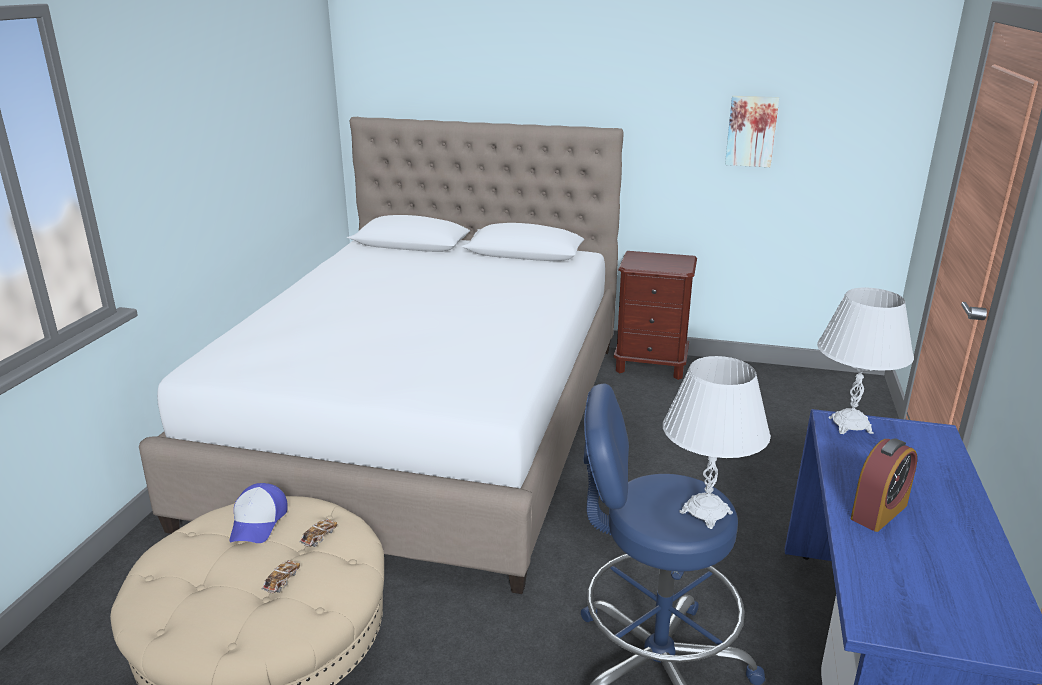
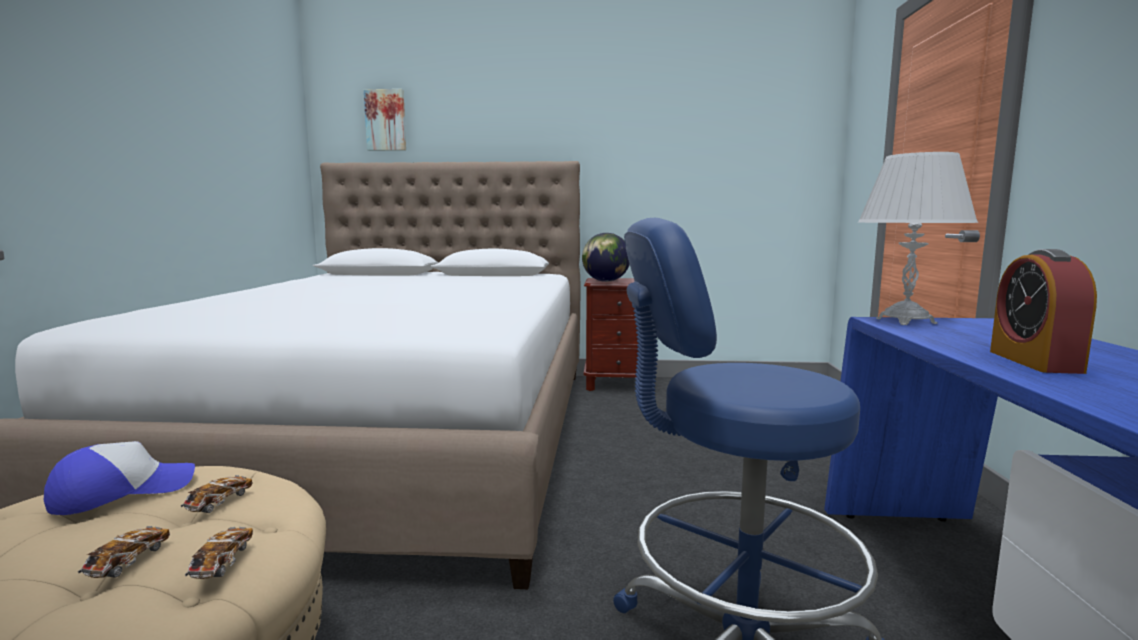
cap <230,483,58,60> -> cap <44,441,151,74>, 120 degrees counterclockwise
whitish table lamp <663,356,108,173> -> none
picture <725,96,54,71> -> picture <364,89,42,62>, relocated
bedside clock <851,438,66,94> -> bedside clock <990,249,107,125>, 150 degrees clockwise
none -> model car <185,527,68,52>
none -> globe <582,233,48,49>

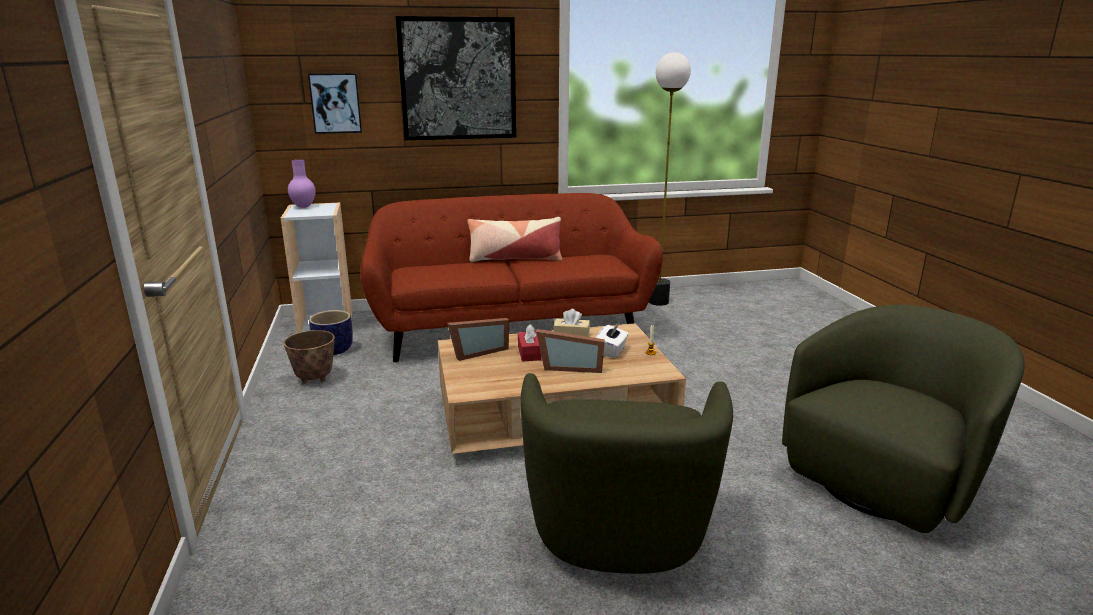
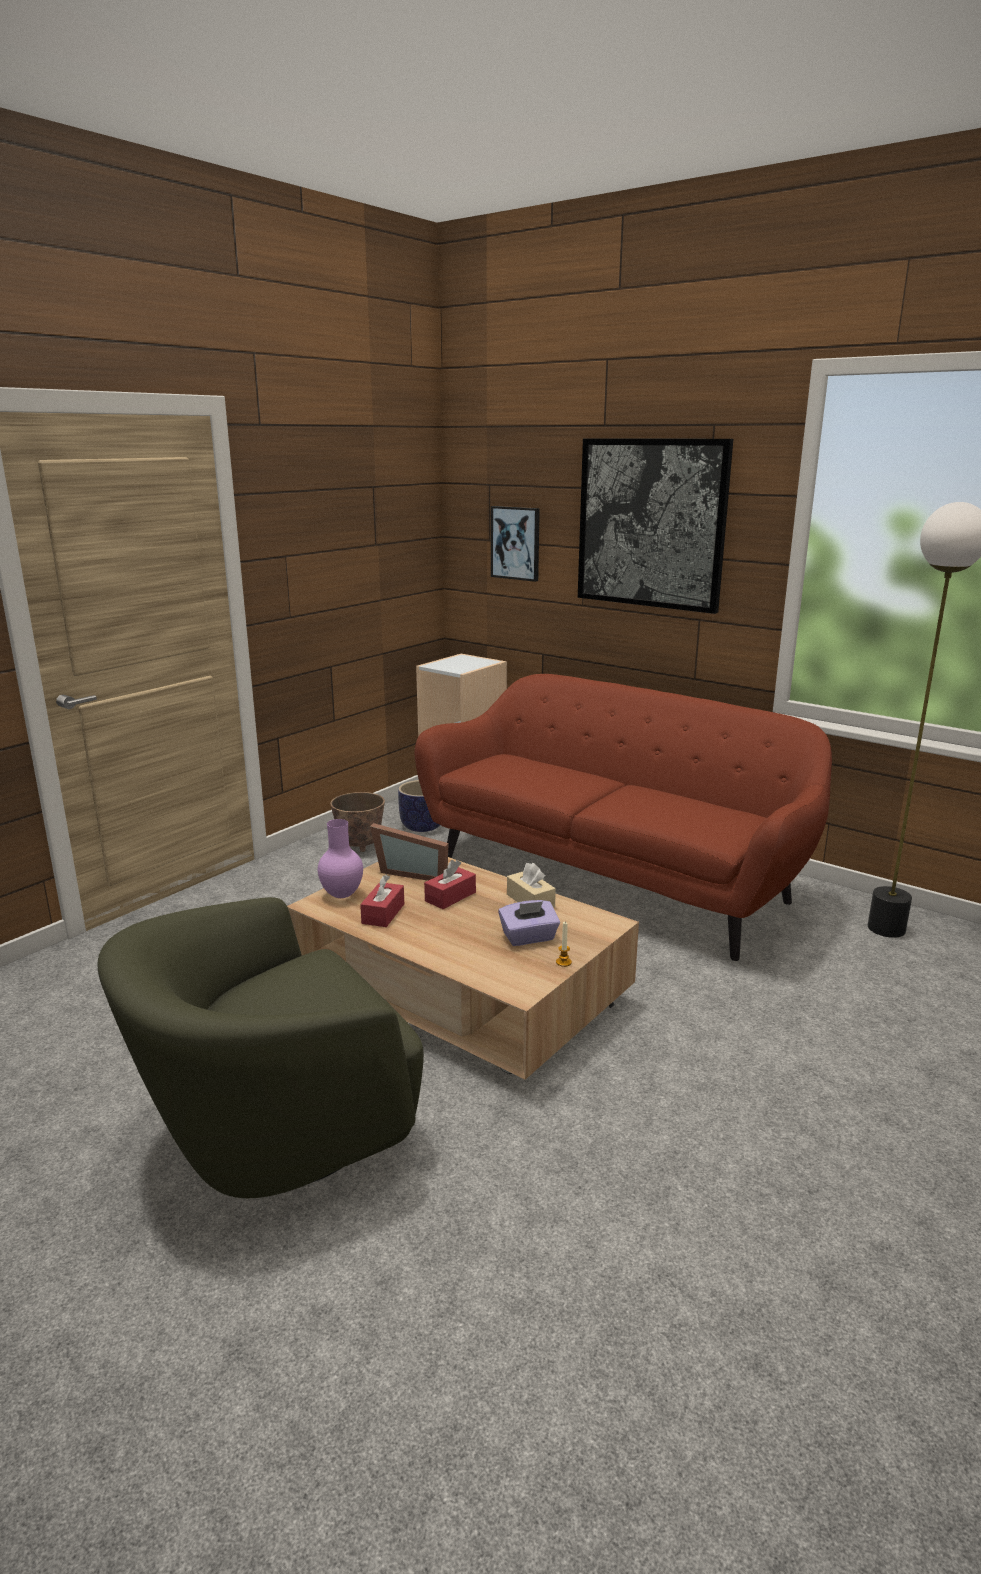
purple-coloured vase <288,160,28,48> -> purple-coloured vase <318,819,45,79>, relocated
cushion <467,217,95,45> -> none
picture frame <536,329,69,44> -> none
whitish tissue box <596,322,33,36> -> purple-coloured tissue box <498,900,62,46>
greenish lounge chair <782,305,243,228> -> none
none -> red tissue box <360,875,44,52>

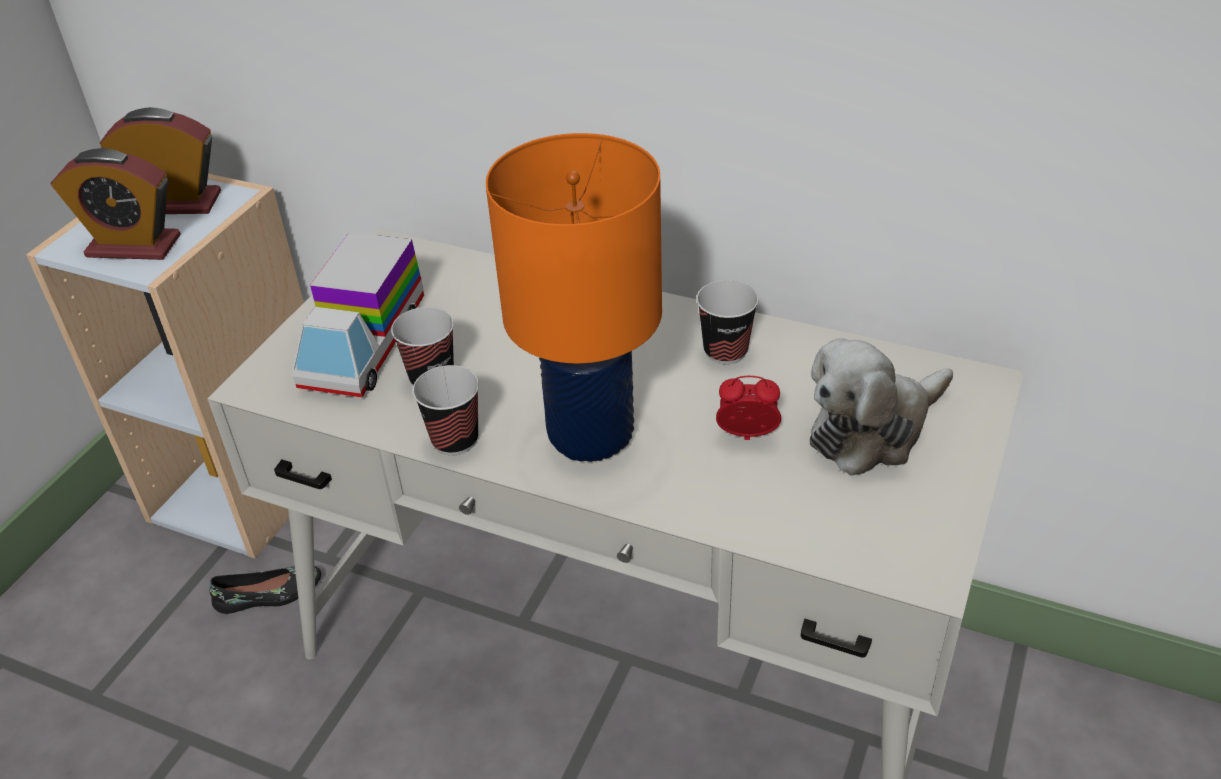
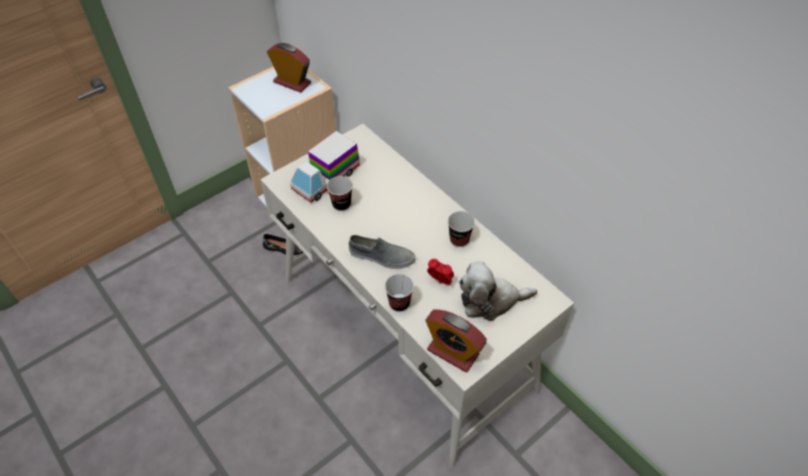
bedside clock <51,148,130,112> -> bedside clock <425,310,62,62>, relocated
cup <412,365,67,90> -> cup <385,274,29,38>, relocated
orange table lamp <486,133,176,329> -> grey low shoe <349,235,66,34>

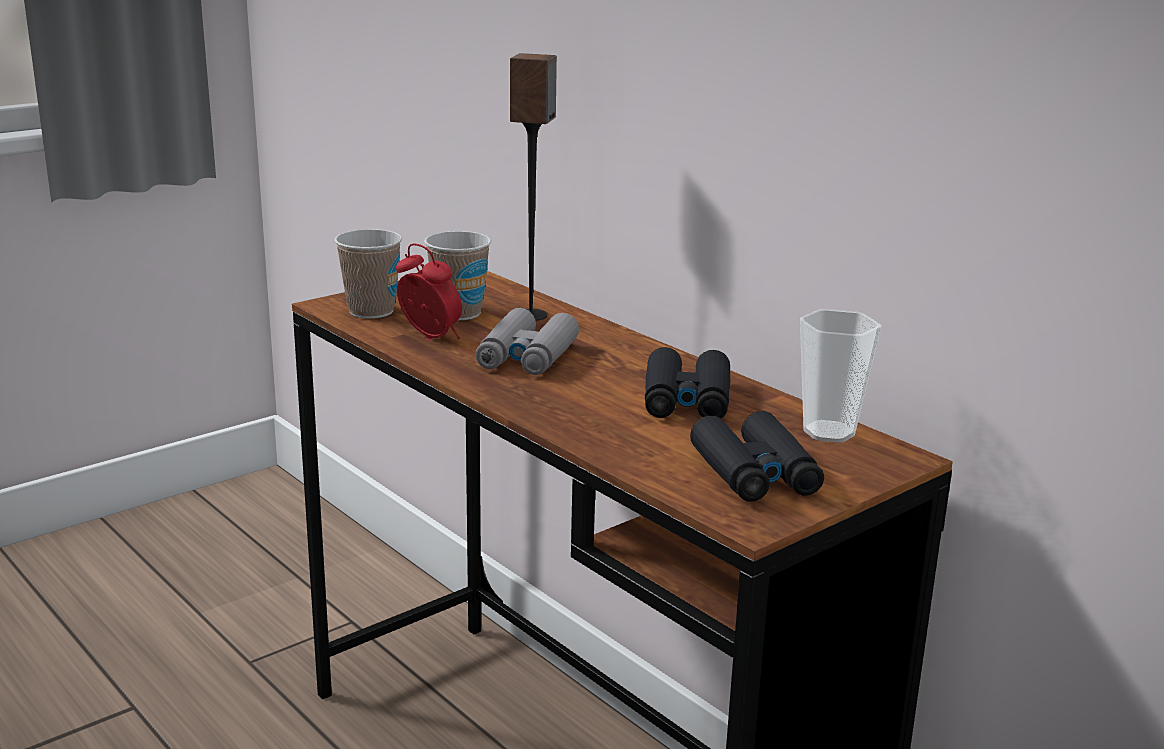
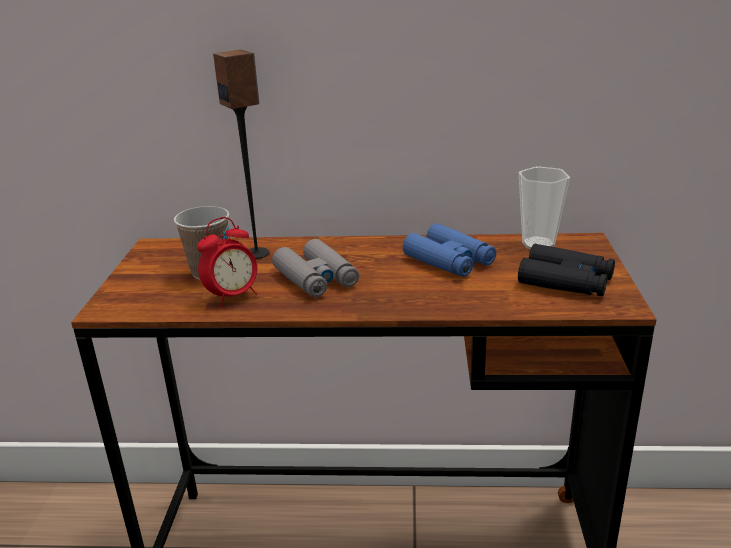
cup <335,229,67,90> -> none
bedside clock <396,244,66,97> -> bedside clock <197,217,60,90>, 150 degrees clockwise
blackish field glasses <645,347,85,71> -> blue-coloured field glasses <403,223,93,54>

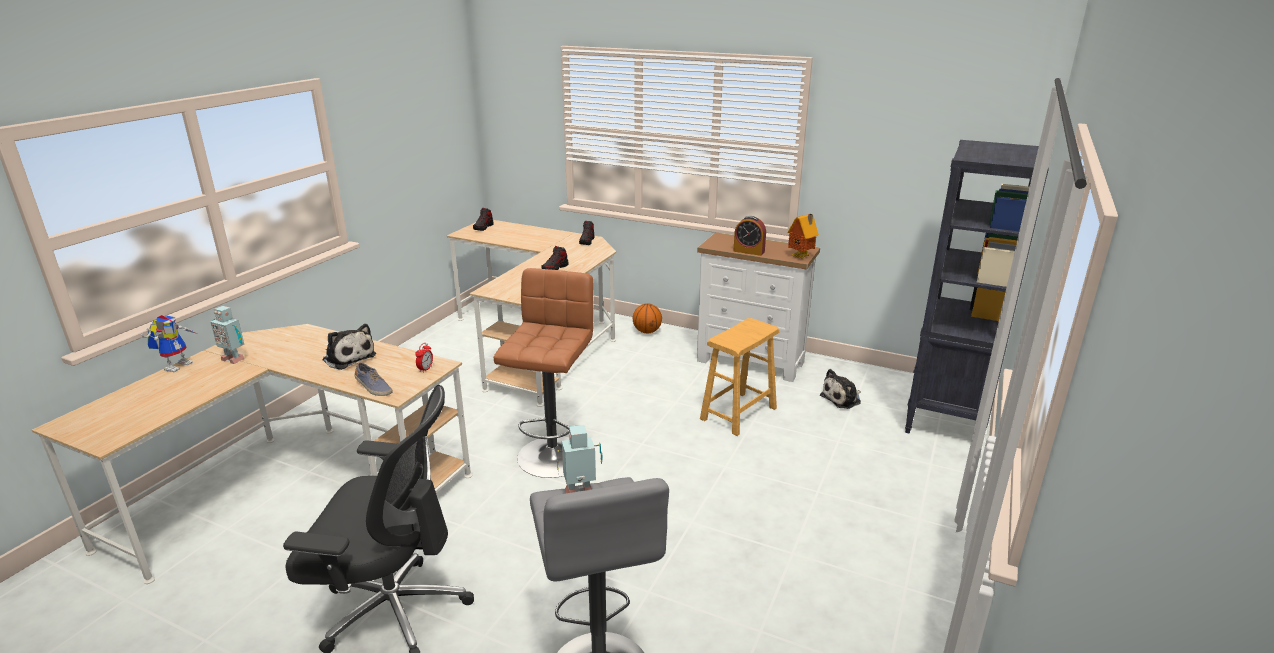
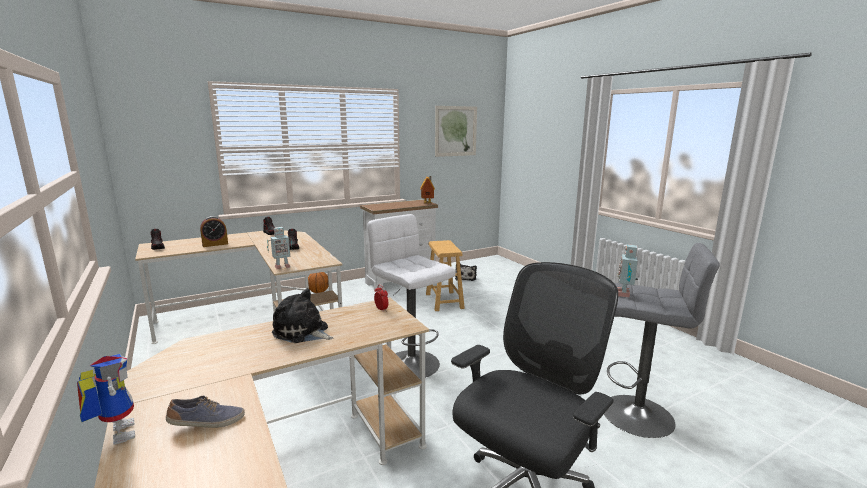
model robot <211,306,34,58> -> model robot <267,227,25,42>, relocated
soft toy <322,324,54,46> -> soft toy <272,289,61,54>, 135 degrees counterclockwise
low shoe <354,362,38,34> -> low shoe <166,396,79,32>, relocated
brown sitting stool <494,268,100,210> -> whitish sitting stool <367,214,89,165>
bedside clock <733,216,33,40> -> bedside clock <200,216,28,31>, relocated
blackish bookcase <905,140,144,294> -> none
none -> picture <435,106,42,51>

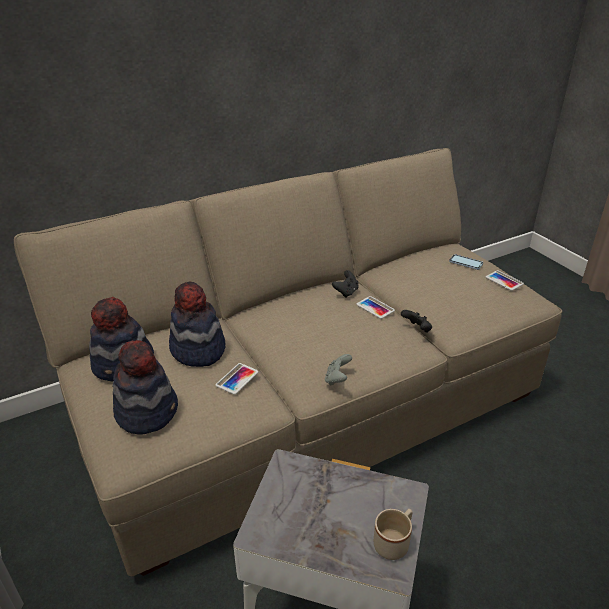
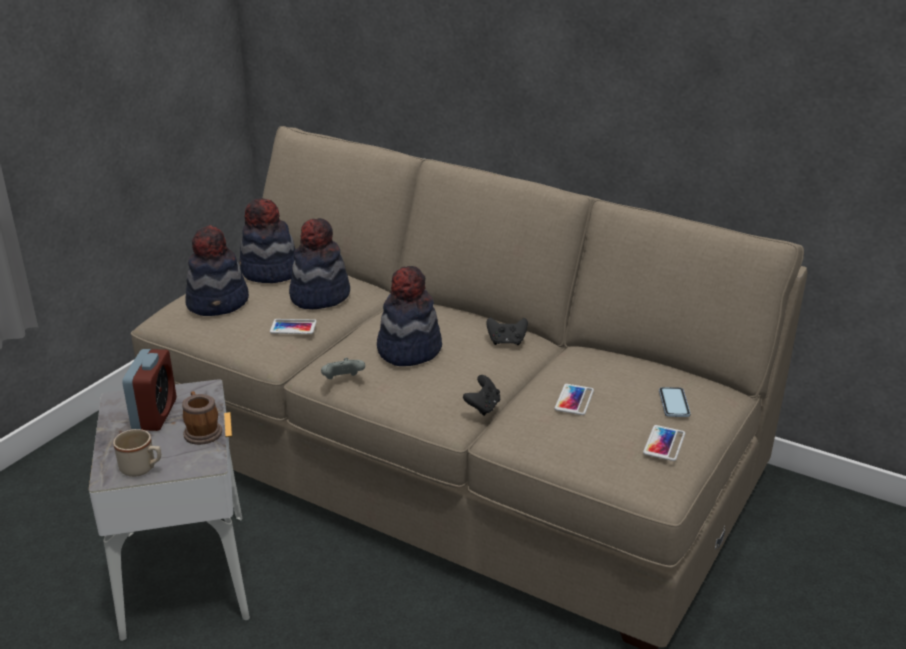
handset <356,296,39,23> -> handset <555,384,39,31>, relocated
none -> bedside clock <122,349,55,82>
none -> mug <182,391,40,54>
none -> wearable hat <377,266,65,100>

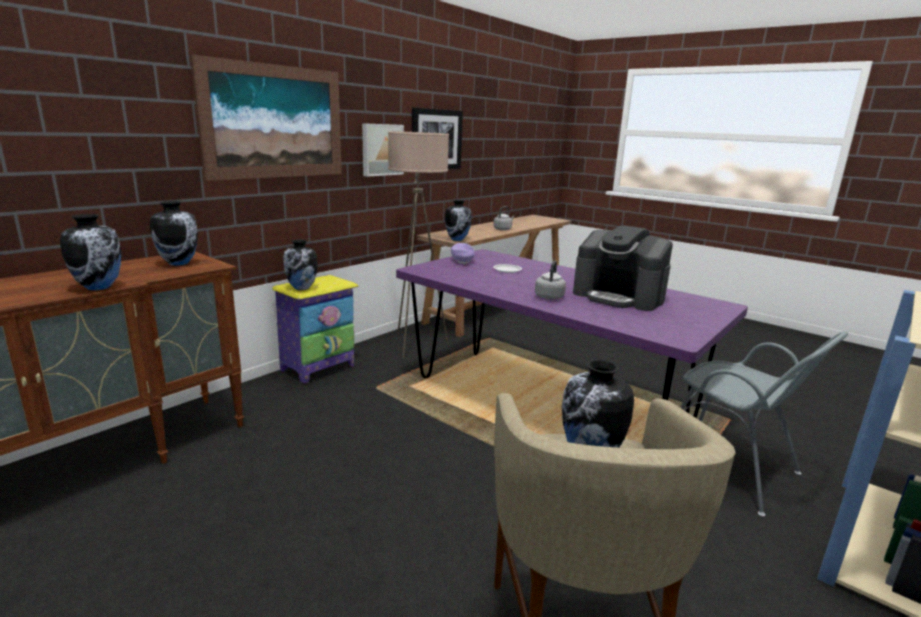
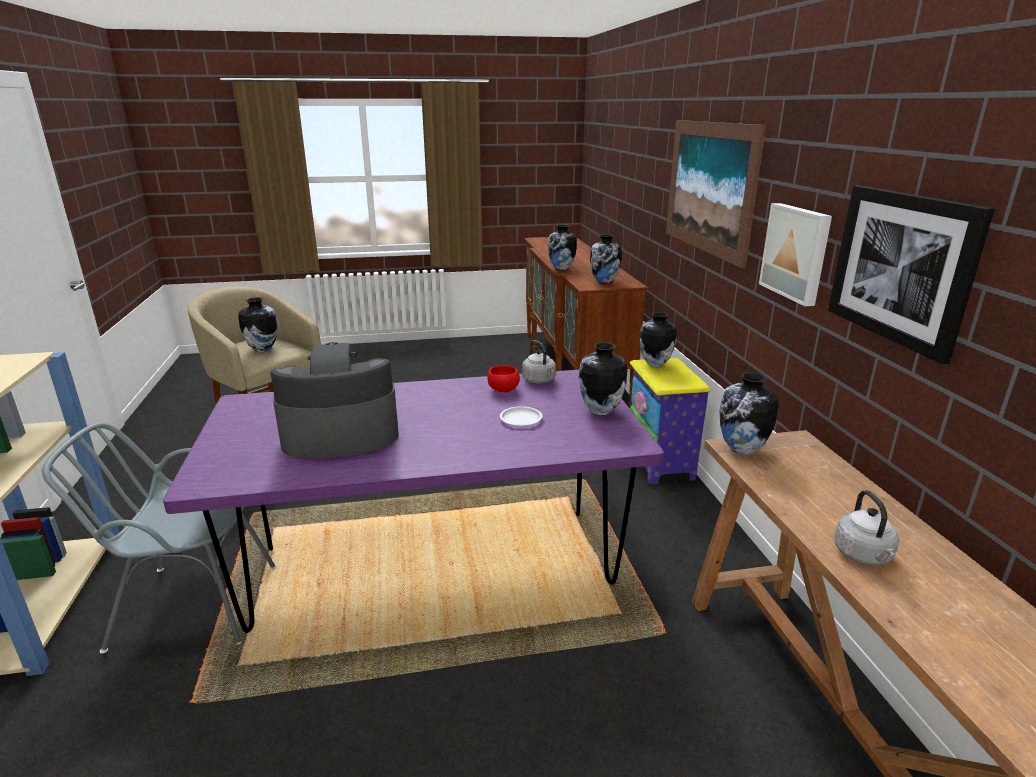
beige floor lamp <388,131,61,227> -> none
purple-coloured deep dish <451,243,24,21> -> vase <579,342,48,73>
grey kettle <535,260,31,40> -> grey kettle <522,340,34,44>, relocated
none -> red deep dish <487,365,33,27>

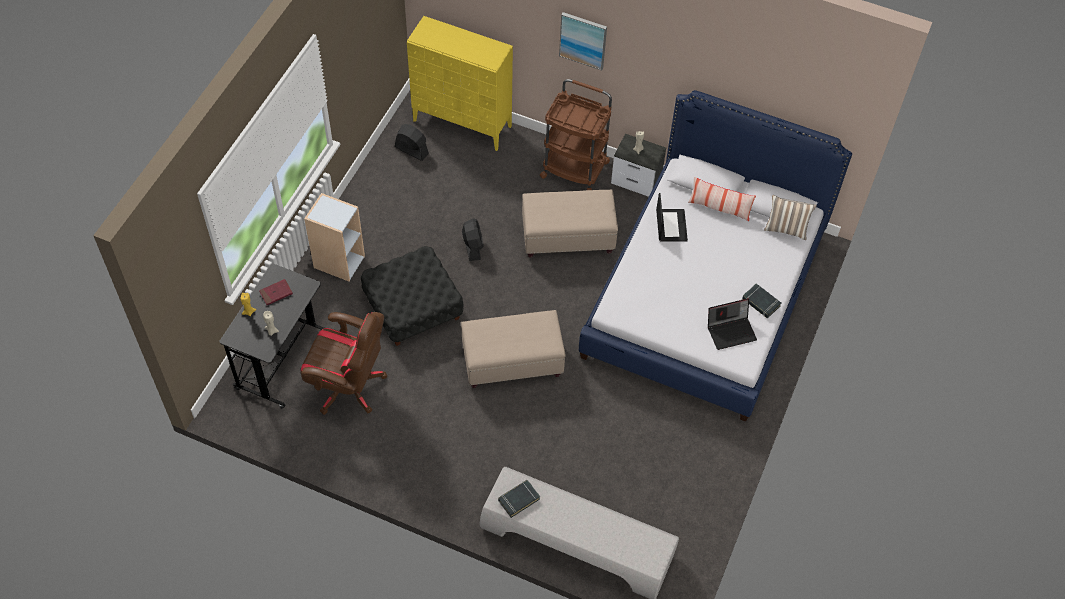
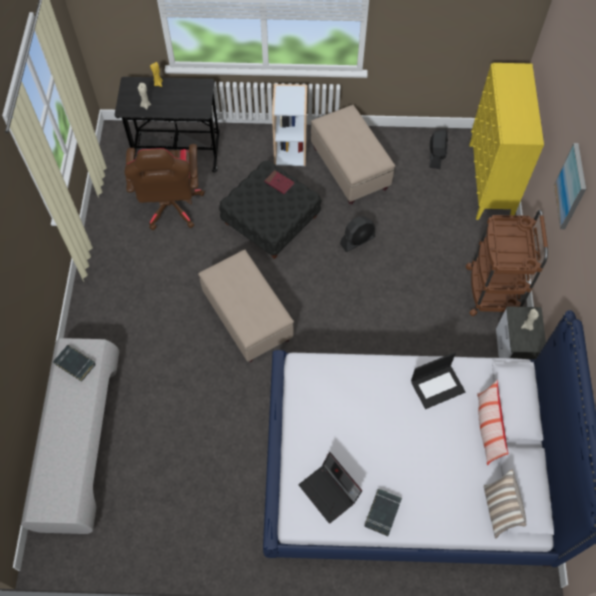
red book <259,279,34,26> -> red book <264,170,30,24>, relocated
beige footrest <522,190,96,67> -> beige footrest <311,105,84,100>, relocated

